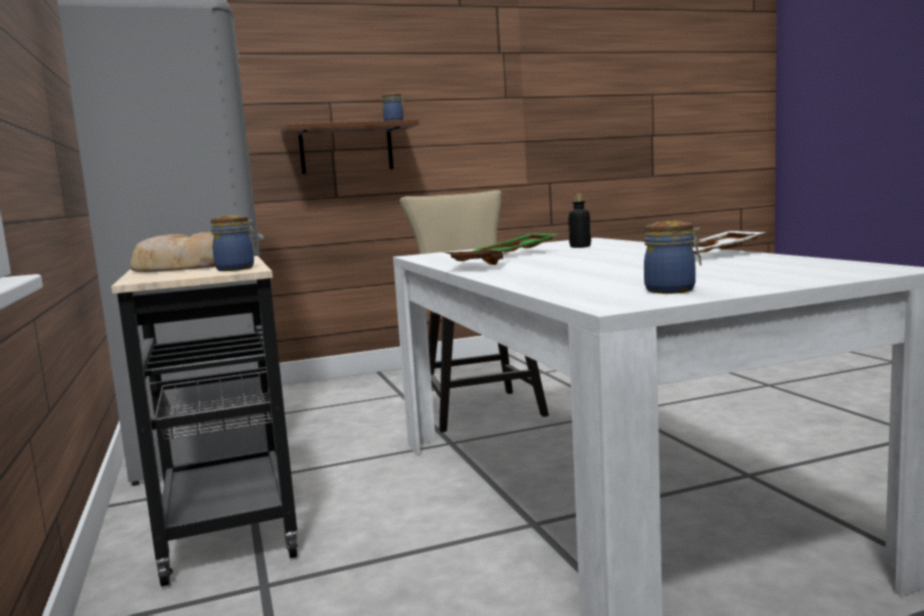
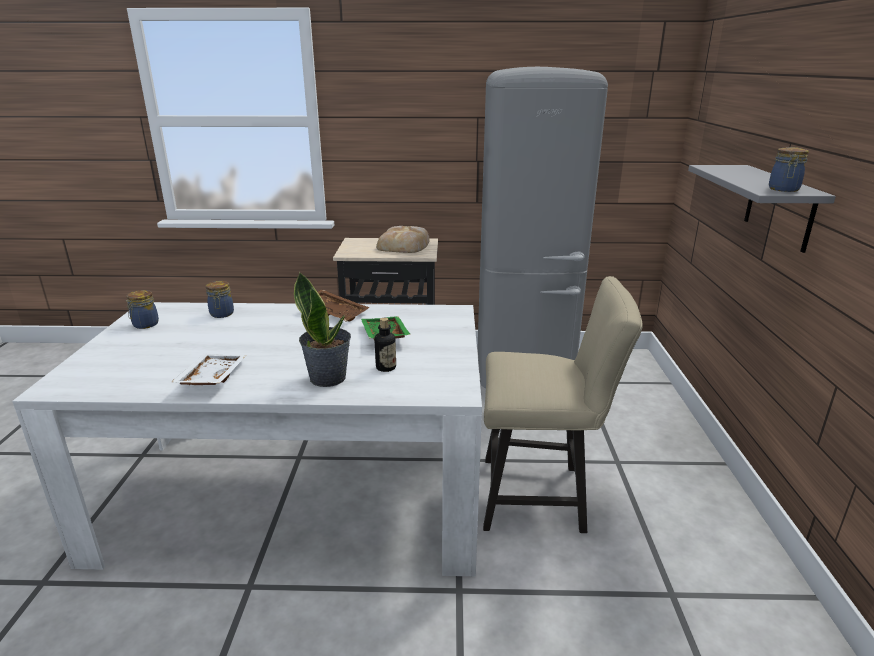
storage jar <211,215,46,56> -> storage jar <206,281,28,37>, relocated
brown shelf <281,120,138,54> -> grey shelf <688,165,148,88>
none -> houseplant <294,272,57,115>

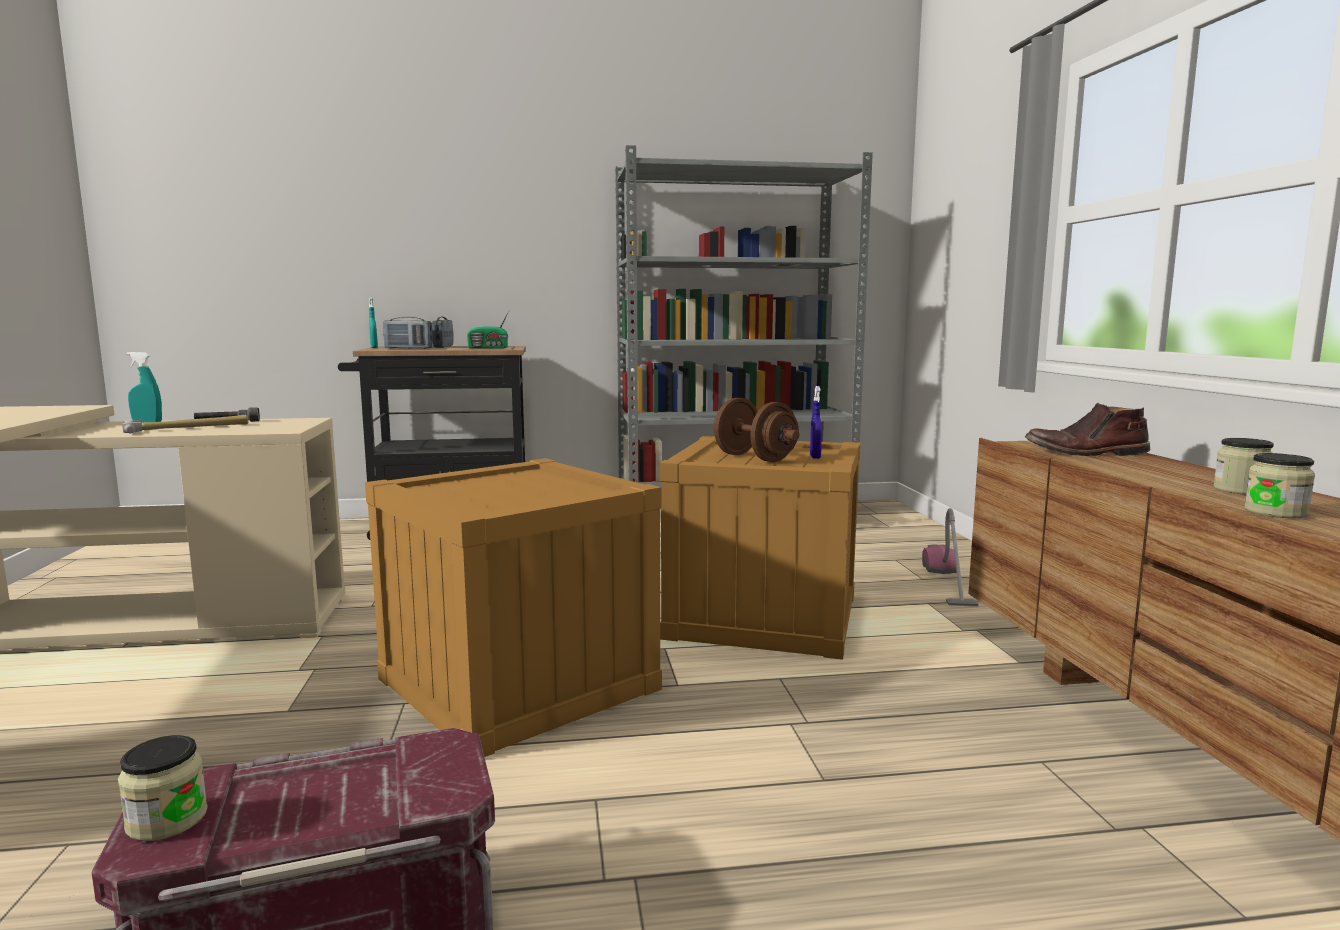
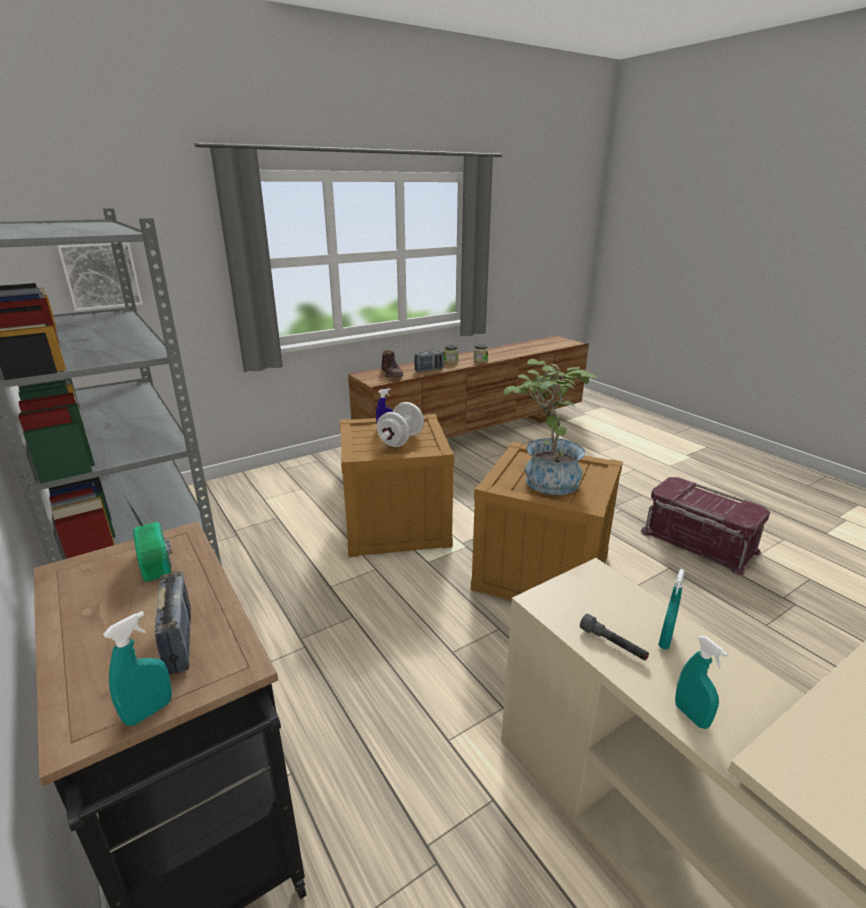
storage jar <118,735,90,106> -> none
hand hammer <122,415,127,18> -> turquoise hand sprayer <658,569,27,80>
radio <432,317,21,31> -> radio <414,350,30,22>, relocated
brown hand weight <713,398,86,64> -> whitish hand weight <377,402,47,45>
vacuum cleaner <922,508,57,99> -> none
none -> picture <57,242,86,69>
none -> houseplant <504,359,94,136>

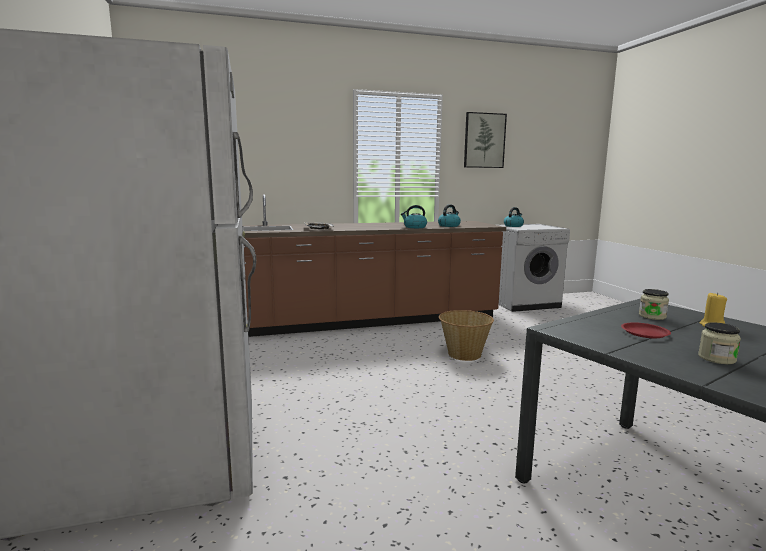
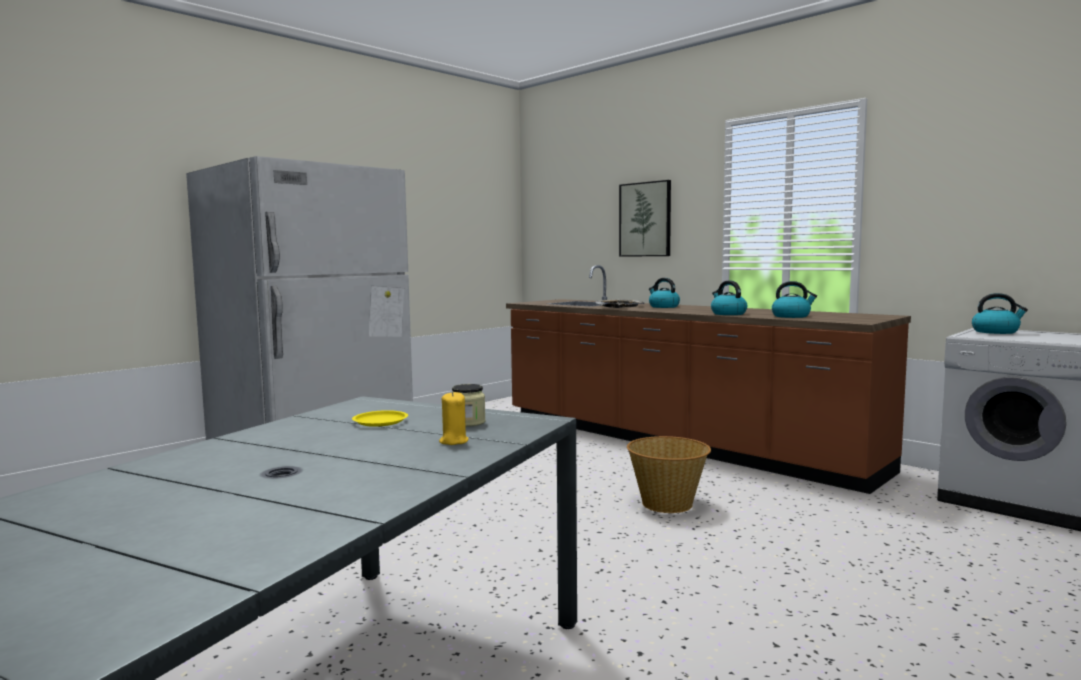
picture <464,112,43,56> -> picture <619,180,52,77>, relocated
red flat dish <621,322,50,16> -> yellow-coloured flat dish <352,410,56,17>
storage jar <698,322,43,42> -> none
none -> kettle <649,278,31,30>

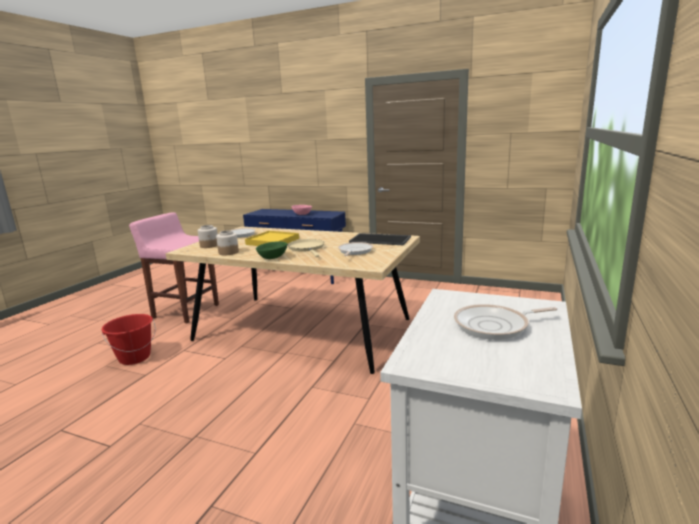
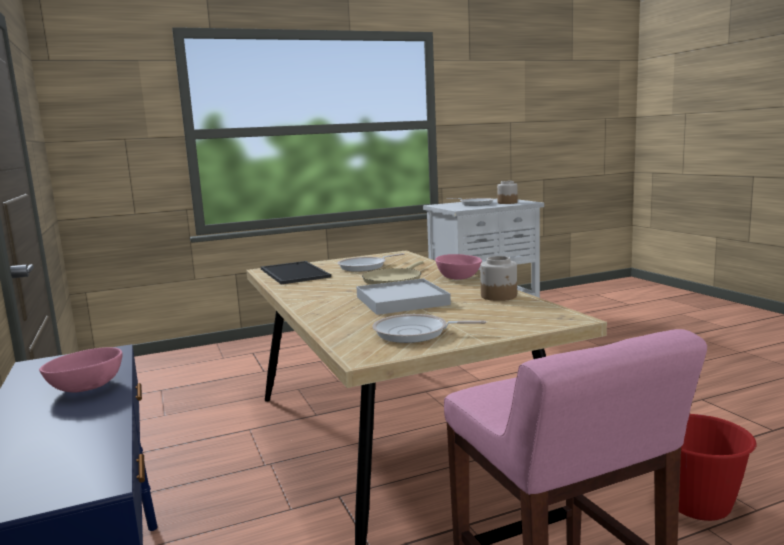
storage jar <198,225,20,23> -> storage jar <497,181,21,23>, relocated
yellow-coloured tray <245,231,54,15> -> whitish tray <356,278,95,37>
greenish deep dish <256,241,31,18> -> pink deep dish <435,254,47,26>

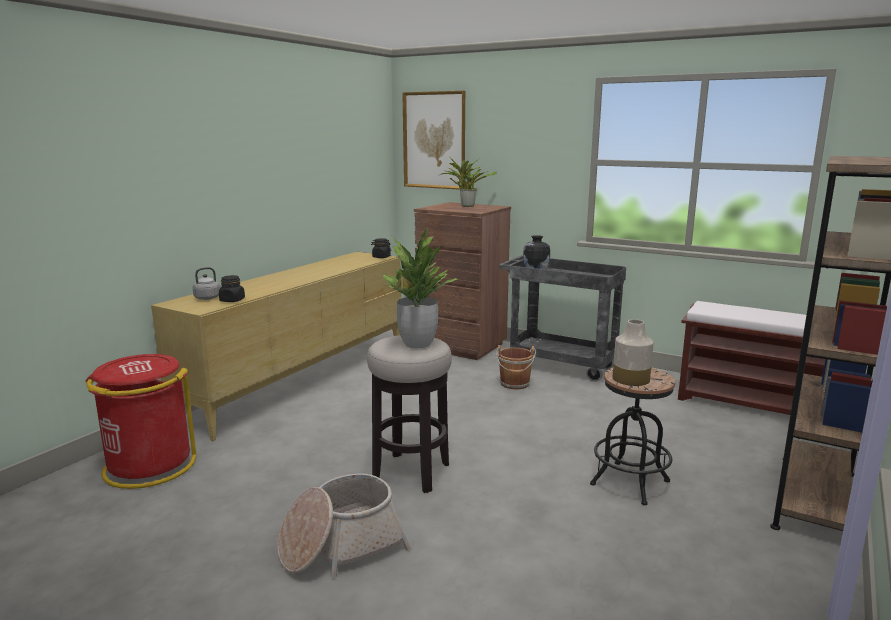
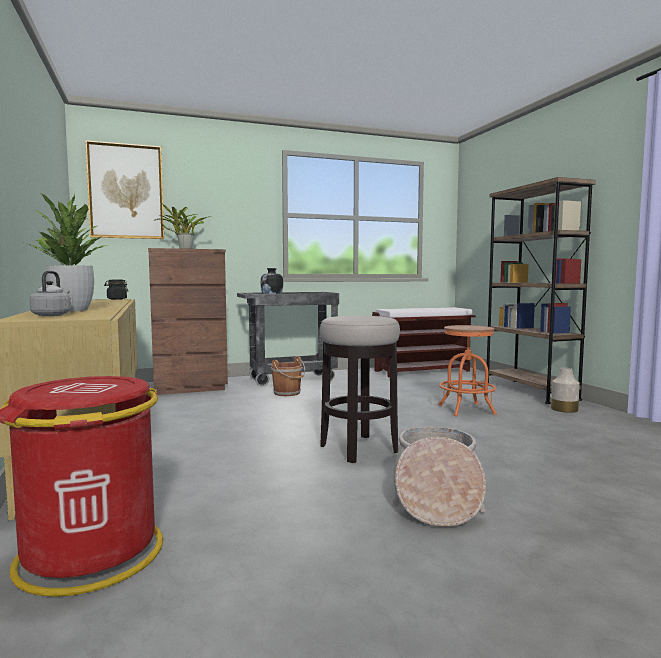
blackish storage jar <219,275,26,27> -> none
houseplant <383,228,74,120> -> houseplant <23,193,83,118>, relocated
blackish sitting stool <590,368,85,137> -> orange sitting stool <438,325,59,91>
beige vase <612,319,42,67> -> beige vase <551,368,29,45>, relocated

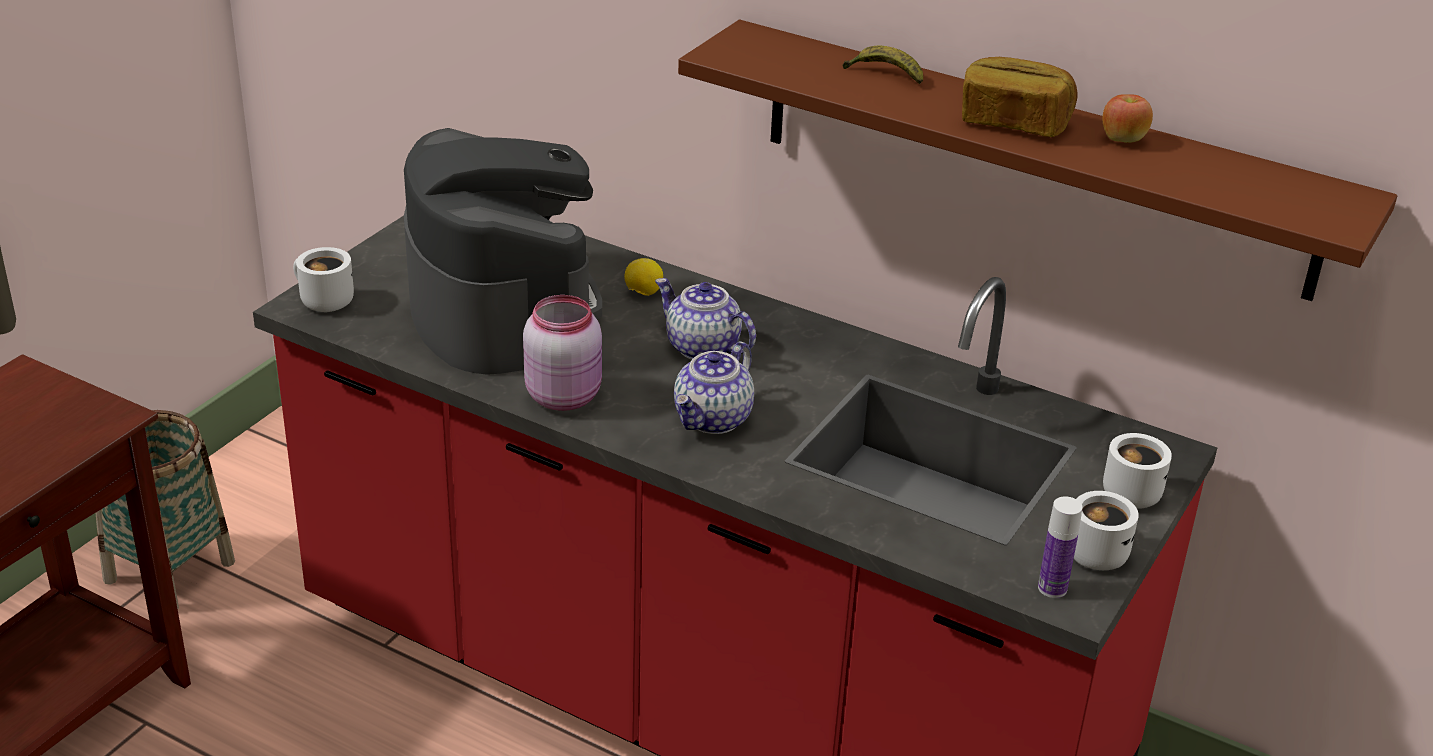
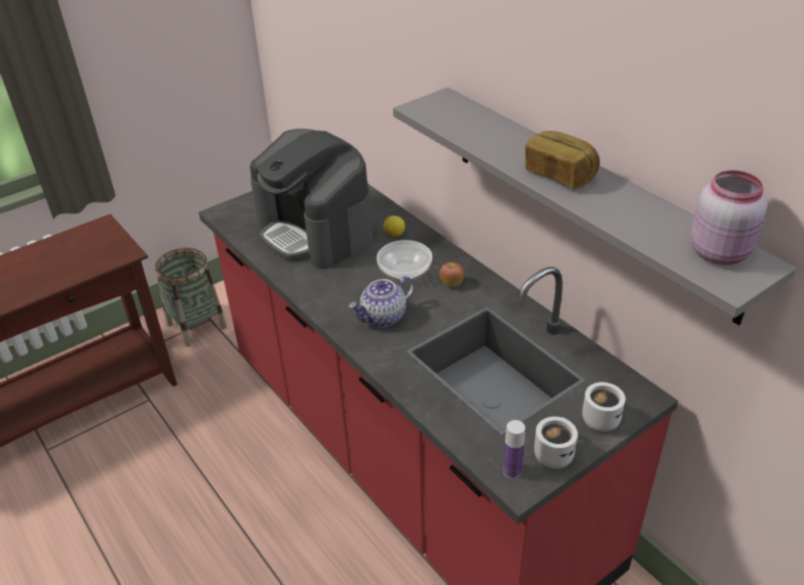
whitish mug <293,247,61,65> -> none
coffee maker <404,128,198,247> -> coffee maker <250,129,123,140>, 135 degrees clockwise
pink storage jar <523,295,79,116> -> pink storage jar <690,170,77,95>, relocated
pot for tea <655,278,101,82> -> deep dish <377,240,55,42>
brown shelf <678,20,719,281> -> grey shelf <393,87,404,238>
banana fruit <842,46,81,38> -> none
apple <1102,94,51,49> -> apple <440,262,24,25>, relocated

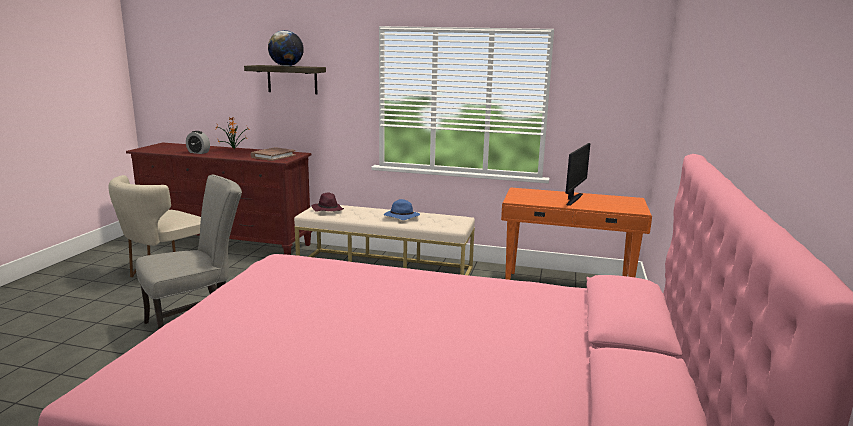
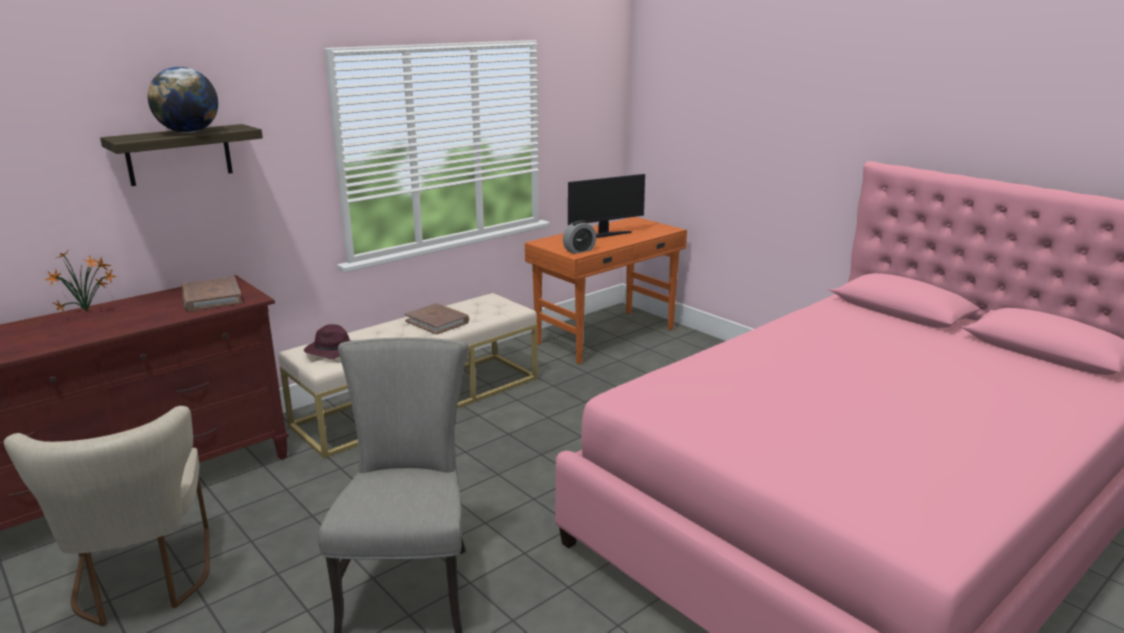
bedside clock <186,131,24,23> -> bedside clock <563,220,33,34>, relocated
blue-coloured wearable hat <384,199,36,21> -> brown book <405,303,64,32>
monitor <565,143,25,63> -> monitor <568,174,77,64>, 90 degrees clockwise

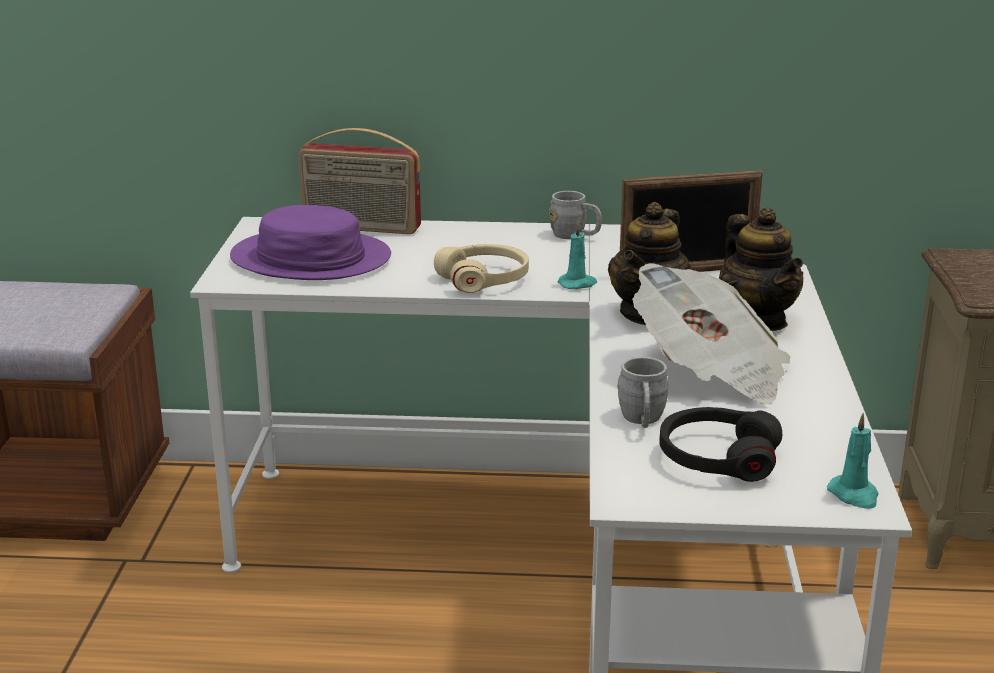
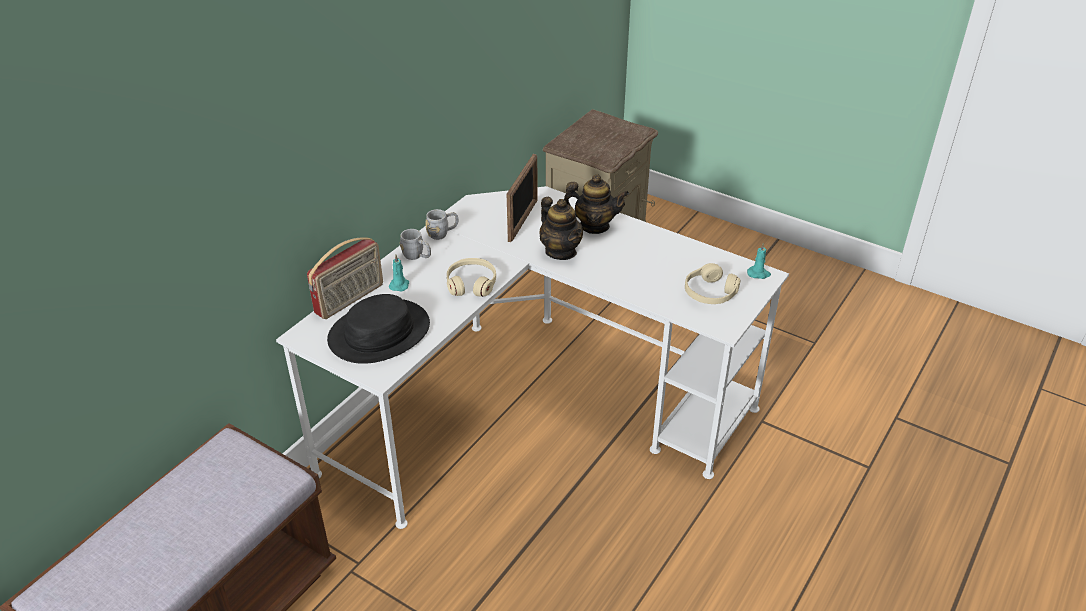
purple-coloured wearable hat <230,205,161,75> -> blackish wearable hat <327,294,103,70>
turquoise wax candle <558,221,39,68> -> turquoise wax candle <389,255,20,36>, relocated
grey mug <617,357,52,71> -> grey mug <400,229,31,31>, relocated
printed paper <632,263,159,141> -> none
blackish pair of headphones <659,407,123,75> -> beige pair of headphones <685,263,55,41>

